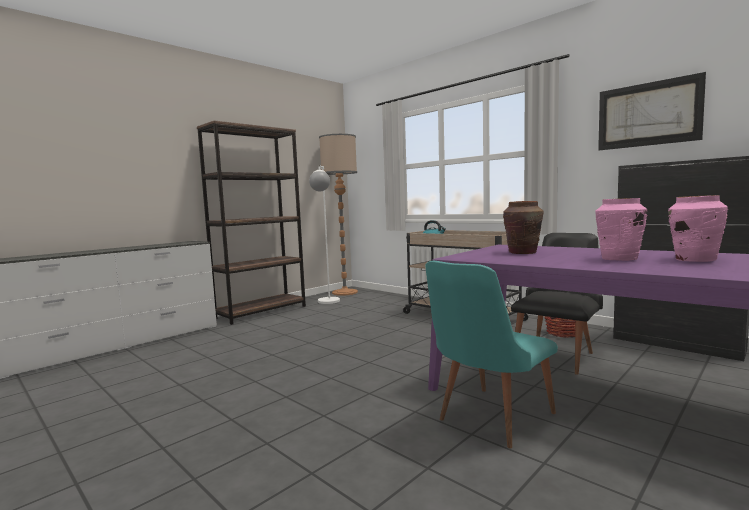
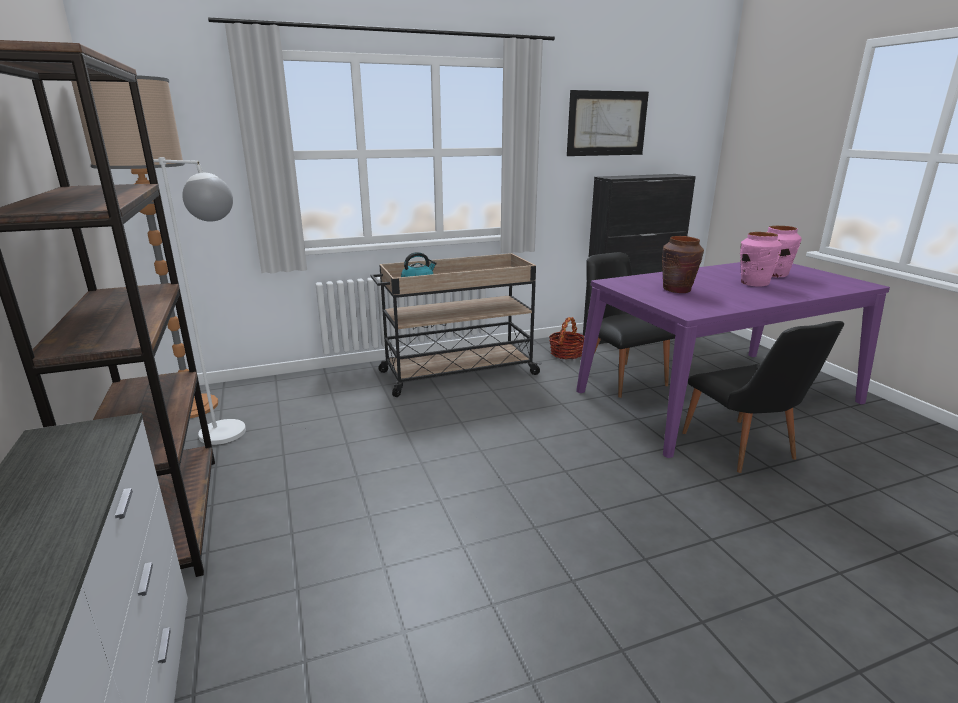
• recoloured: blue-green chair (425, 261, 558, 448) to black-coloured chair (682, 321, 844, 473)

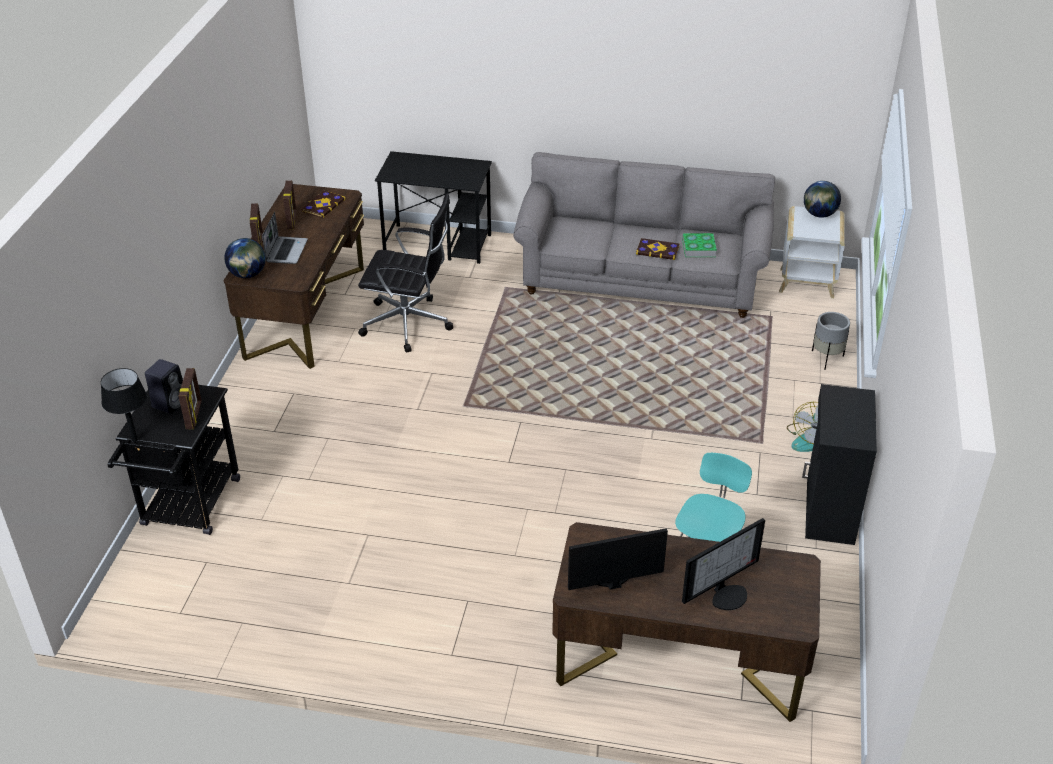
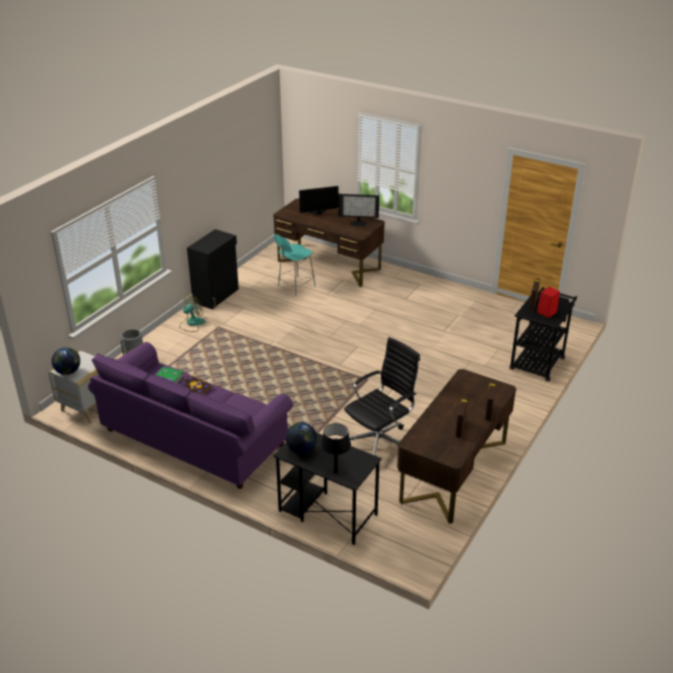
• moved: black-coloured table lamp (101, 368, 147, 442) to (321, 423, 351, 474)
• recoloured: black-coloured speaker (145, 359, 183, 414) to red speaker (537, 287, 560, 318)
• moved: world globe (224, 238, 266, 278) to (285, 422, 317, 454)
• removed: portable computer (262, 212, 308, 264)
• removed: book (302, 191, 346, 218)
• turned: black-coloured computer chair (358, 193, 453, 352) = (344, 337, 420, 455) 105 degrees clockwise
• recoloured: grey sofa (513, 152, 775, 318) to purple sofa (88, 342, 293, 489)

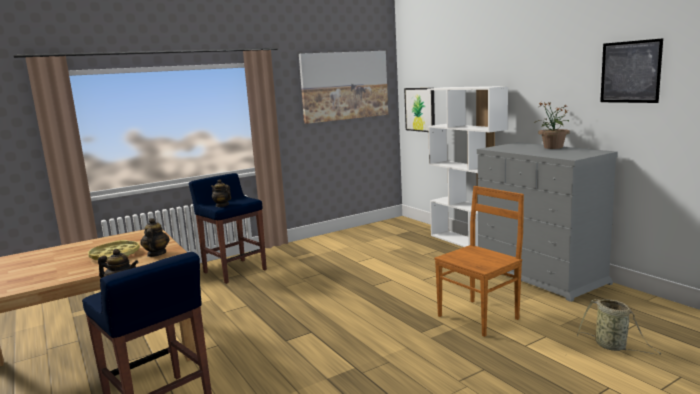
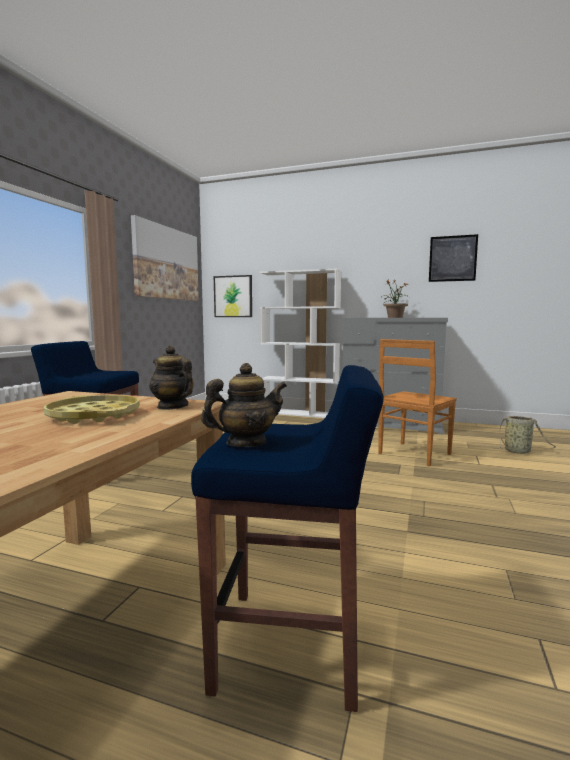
• removed: pot for tea (211, 179, 231, 207)
• turned: brown chair (434, 186, 524, 337) = (378, 339, 457, 466) 150 degrees counterclockwise

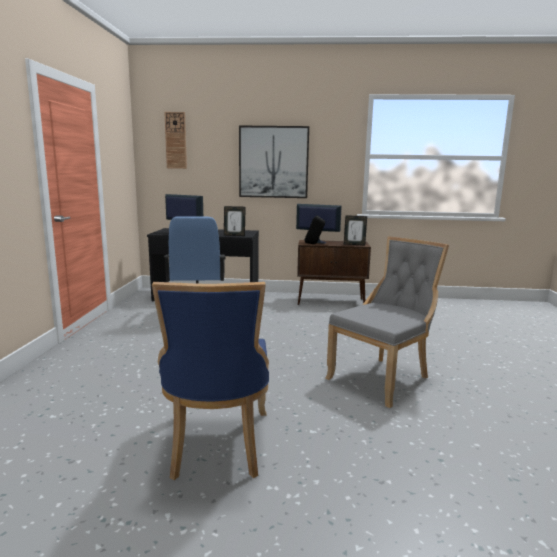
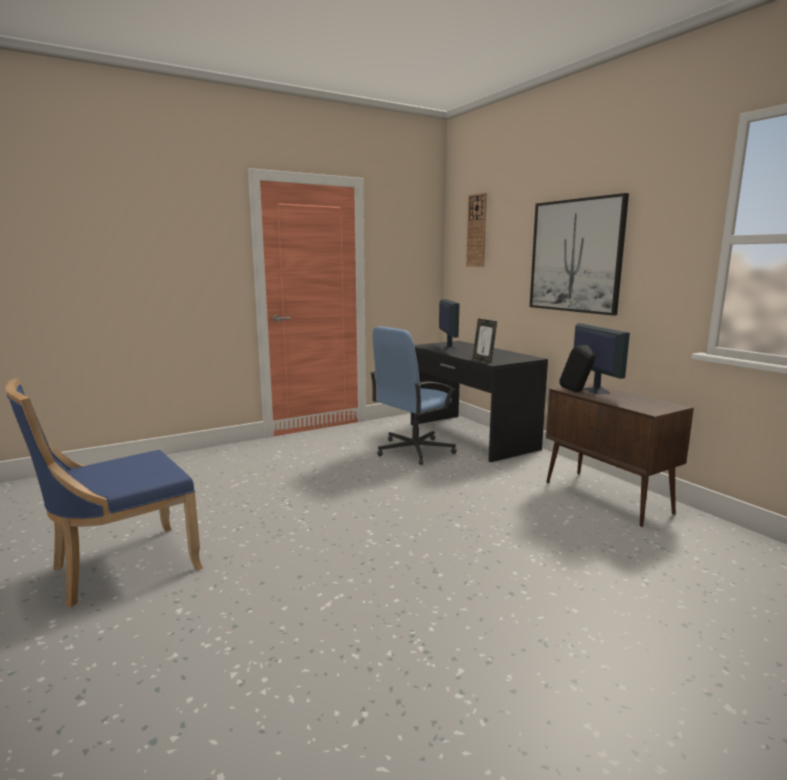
• removed: grey chair (325, 236, 449, 408)
• removed: standing frame (344, 215, 367, 246)

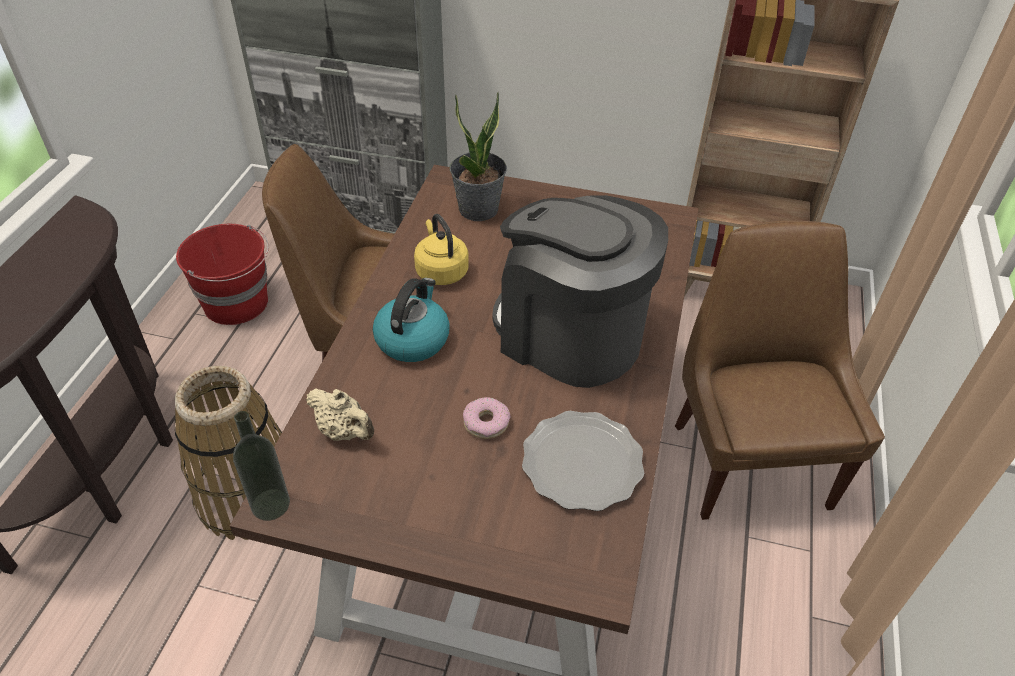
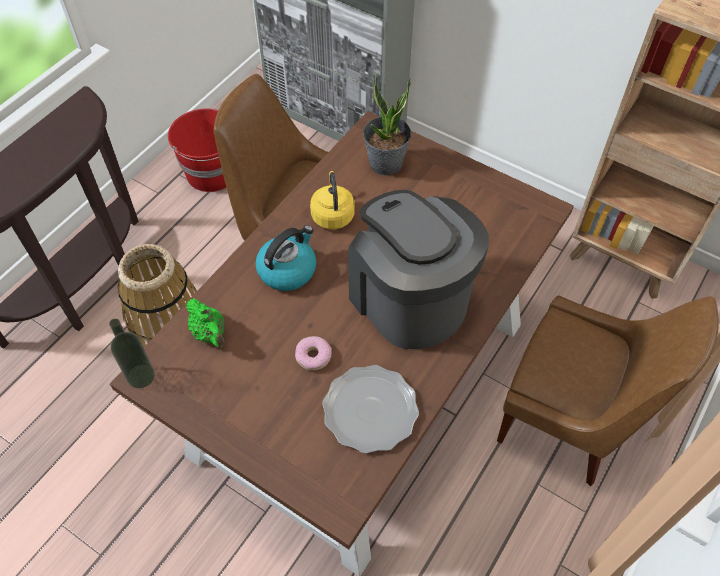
• recoloured: beige-coloured pot for tea (306, 388, 374, 441) to green-coloured pot for tea (186, 298, 225, 348)
• turned: brown chair (675, 221, 885, 520) = (497, 296, 719, 486) 105 degrees clockwise

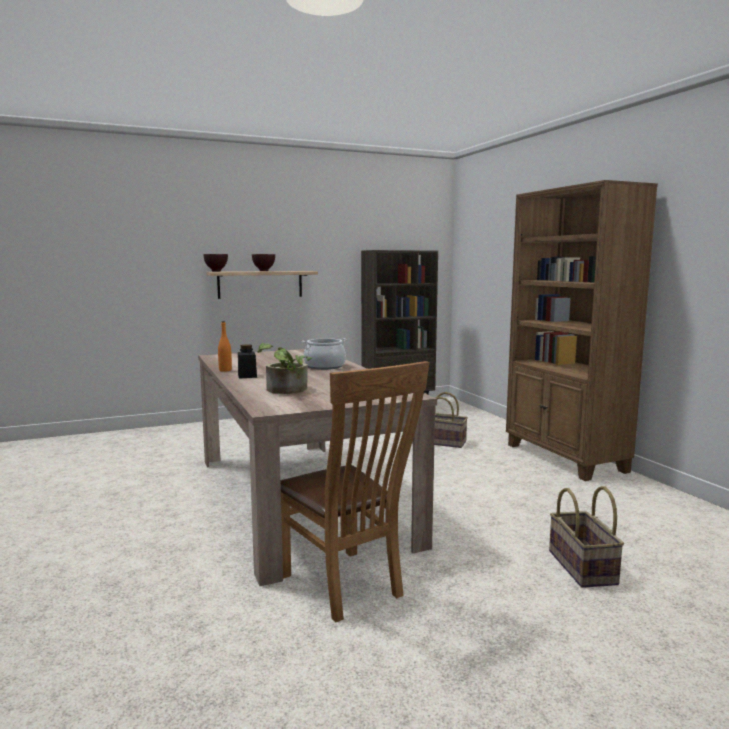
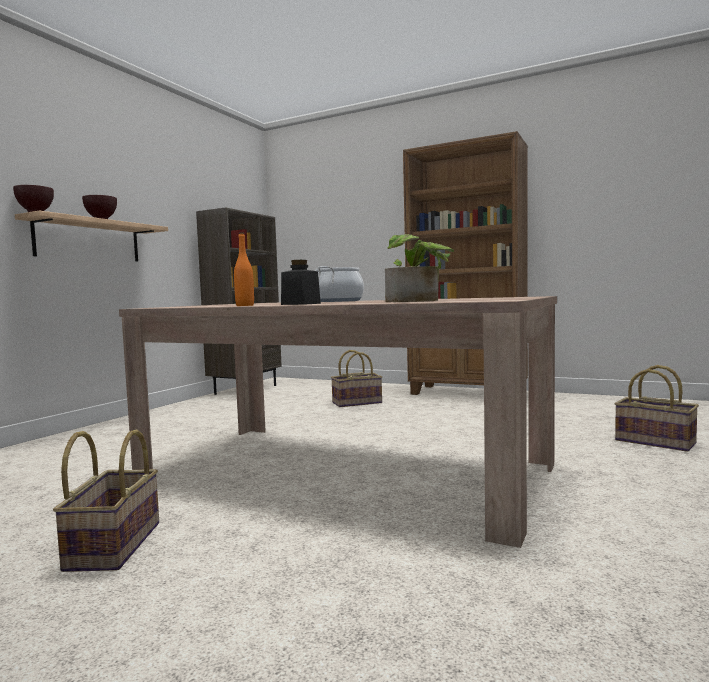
• removed: brown chair (281, 361, 429, 622)
• added: storage basket (53, 429, 159, 572)

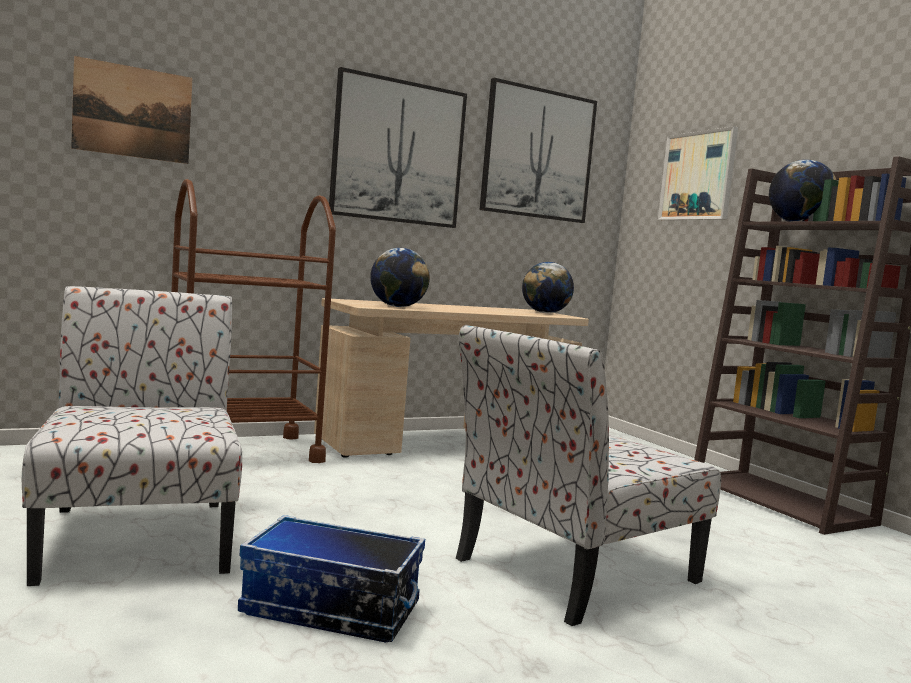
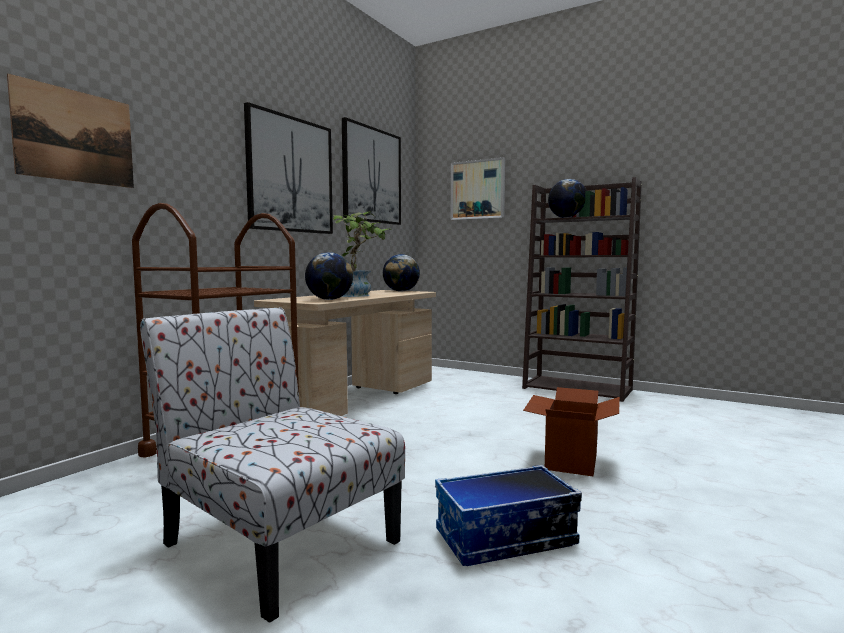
• replaced: chair (456, 325, 721, 626) to packing box (523, 387, 620, 476)
• added: houseplant (333, 211, 388, 297)

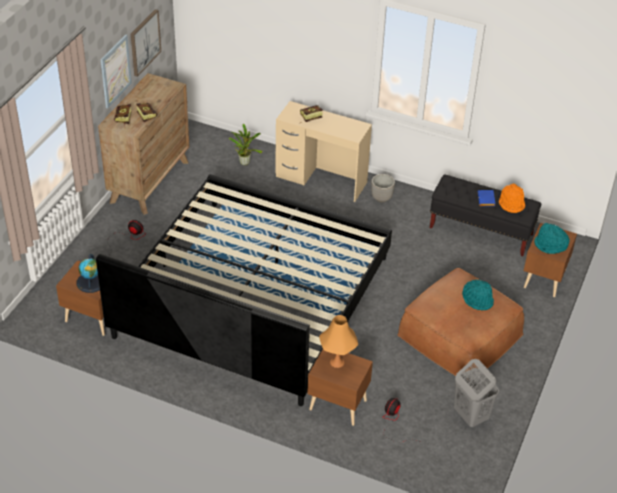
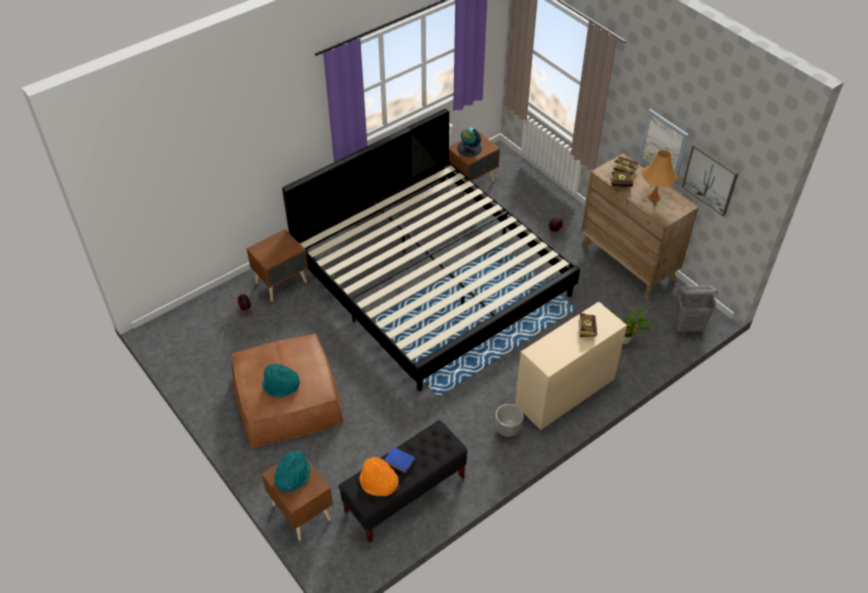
• moved: orange-coloured table lamp (319, 315, 358, 368) to (641, 150, 678, 202)
• moved: grey laundry basket (454, 359, 499, 427) to (673, 285, 718, 332)

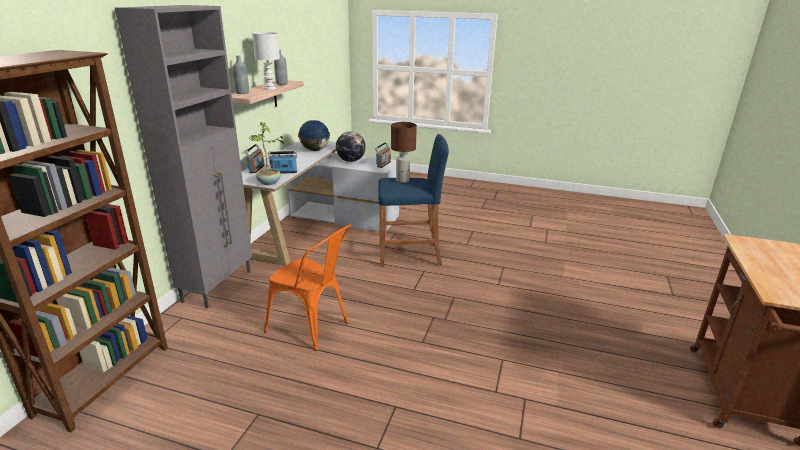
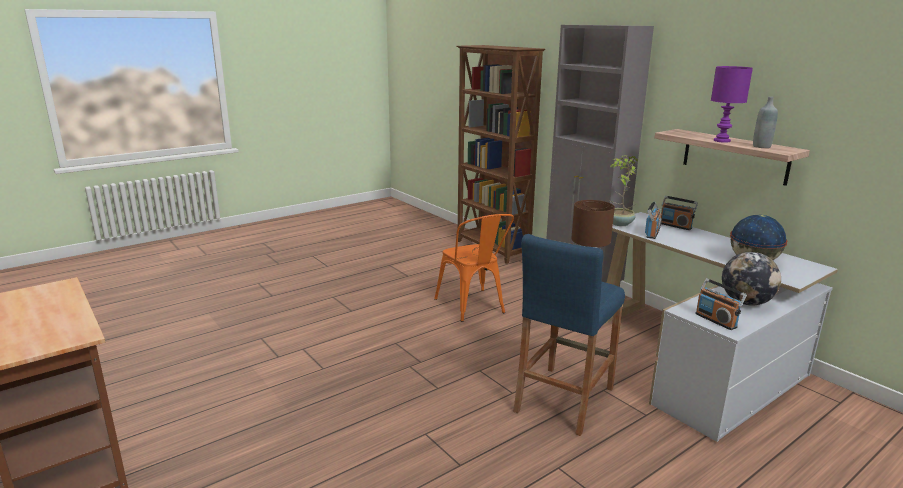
• removed: grey beverage bottle (233, 55, 249, 94)
• recoloured: whitish table lamp (252, 32, 280, 90) to purple table lamp (711, 66, 753, 143)
• turned: orange-coloured chair (264, 225, 351, 351) = (434, 214, 514, 322) 90 degrees counterclockwise

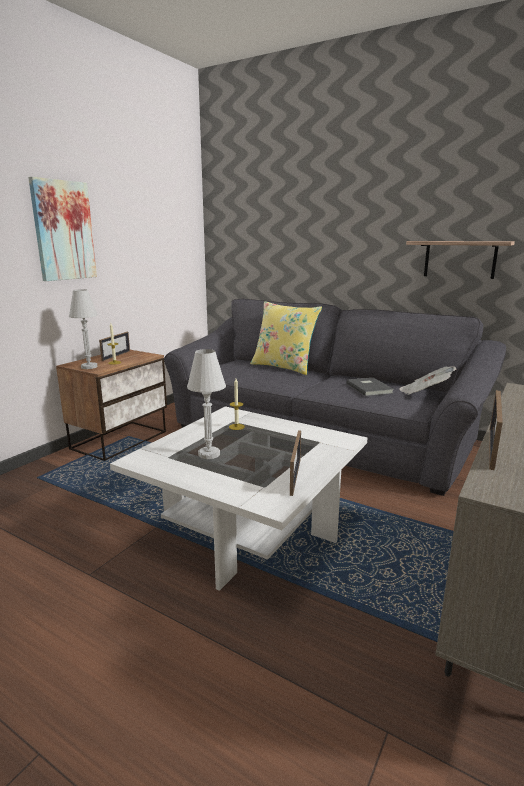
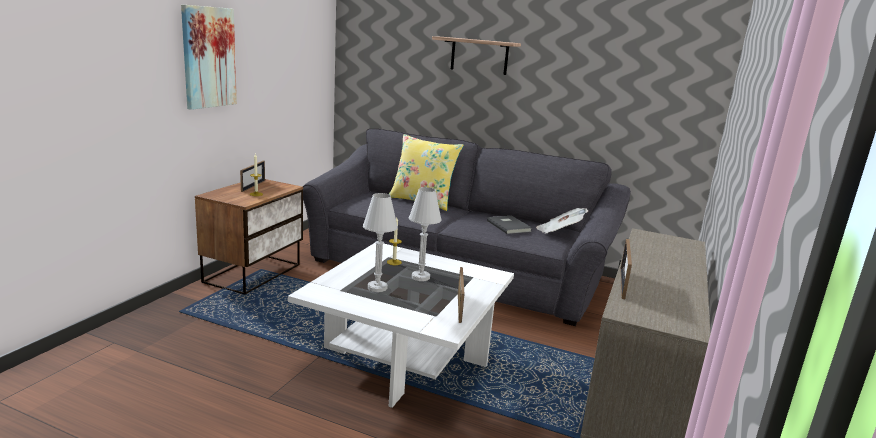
• moved: whitish table lamp (69, 289, 98, 369) to (409, 187, 441, 281)
• moved: wall shelf (406, 241, 515, 279) to (432, 36, 521, 75)

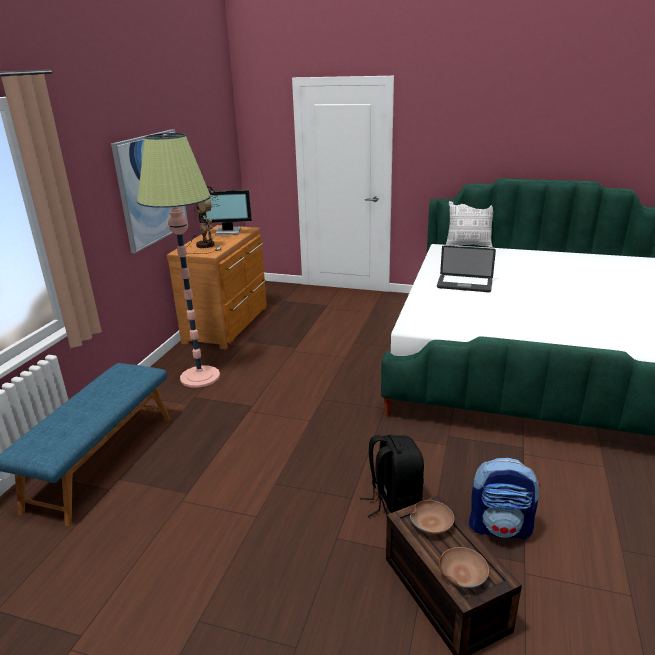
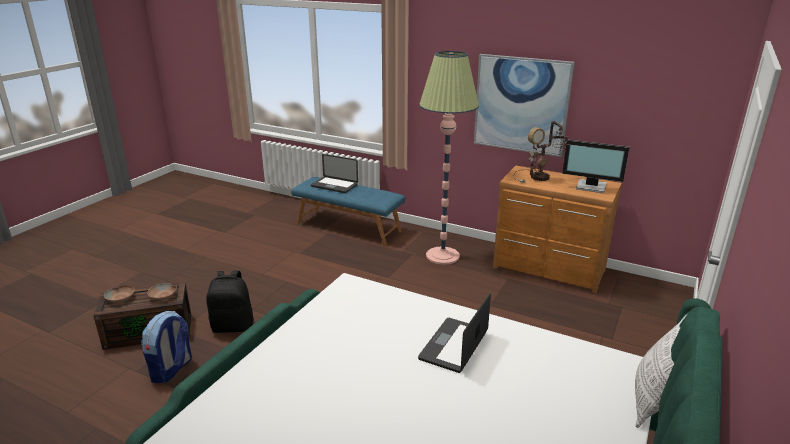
• turned: computer display (199, 189, 252, 235) = (562, 139, 630, 193) 75 degrees counterclockwise
• added: portable computer (311, 154, 358, 193)

